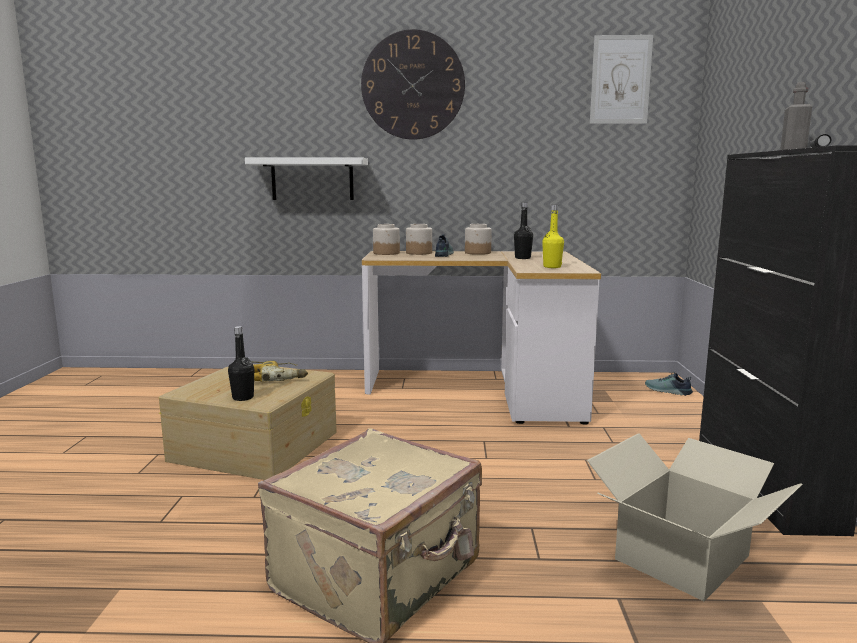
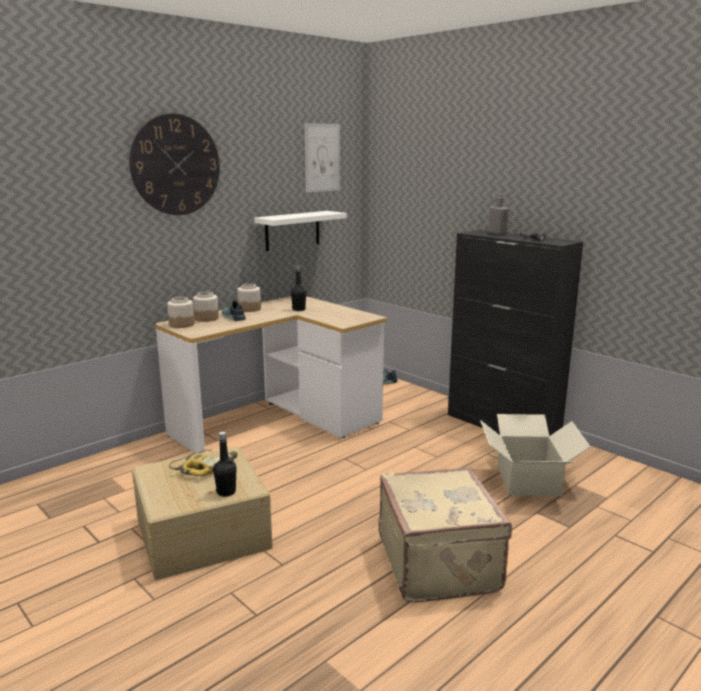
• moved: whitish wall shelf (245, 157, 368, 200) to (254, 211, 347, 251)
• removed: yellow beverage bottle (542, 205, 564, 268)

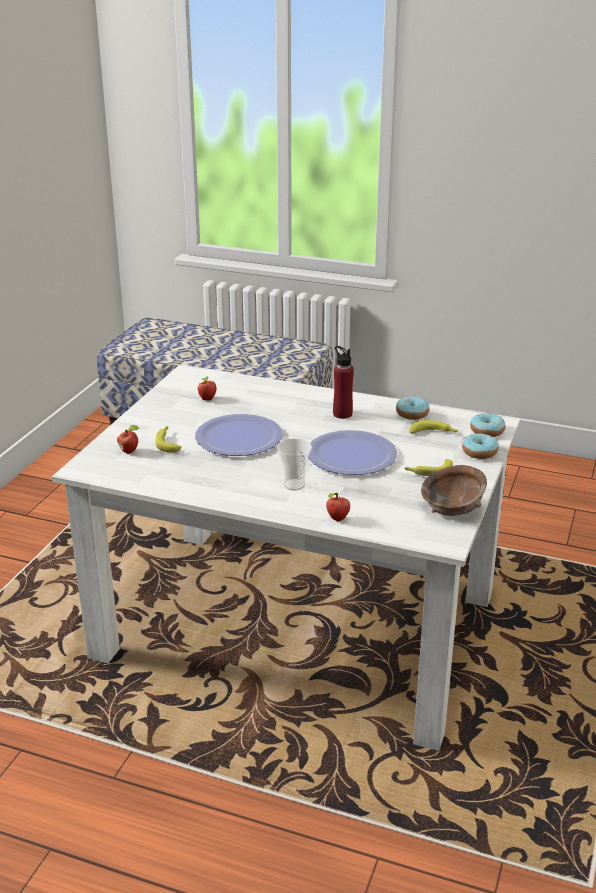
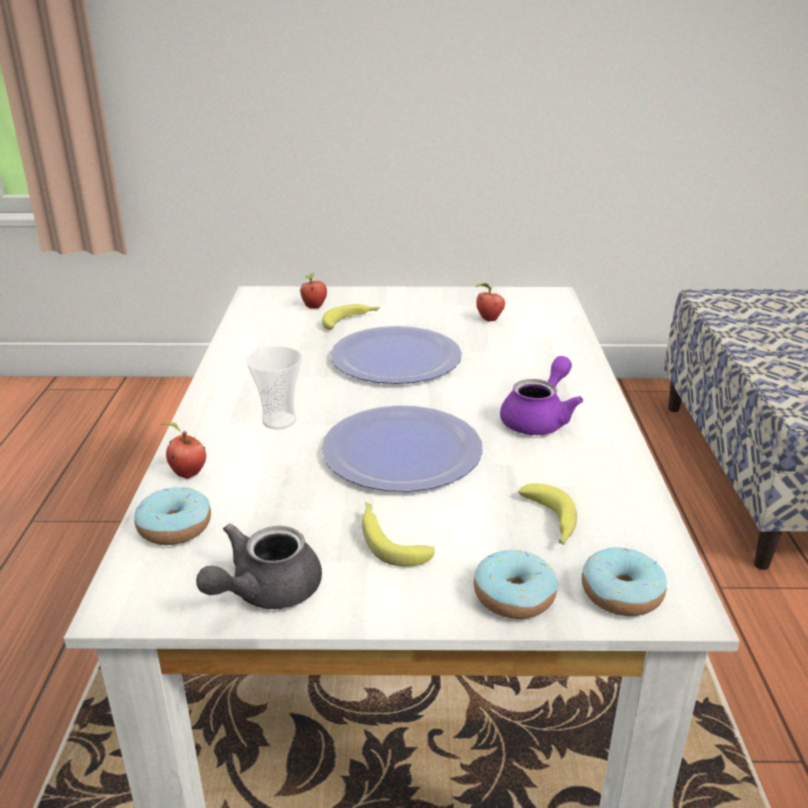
• replaced: red beverage bottle (333, 346, 354, 419) to purple pot for tea (500, 356, 583, 435)
• moved: donut (396, 397, 429, 420) to (134, 487, 211, 545)
• replaced: brown deep dish (421, 465, 487, 516) to grey pot for tea (196, 523, 322, 609)

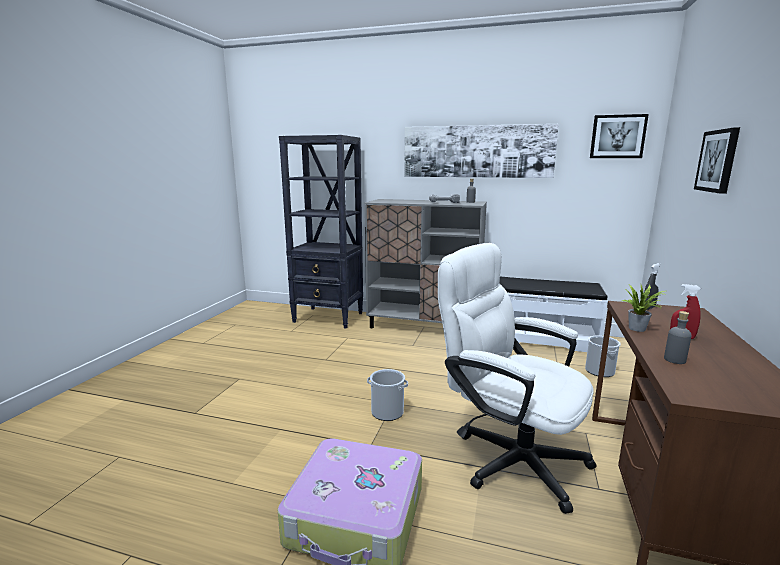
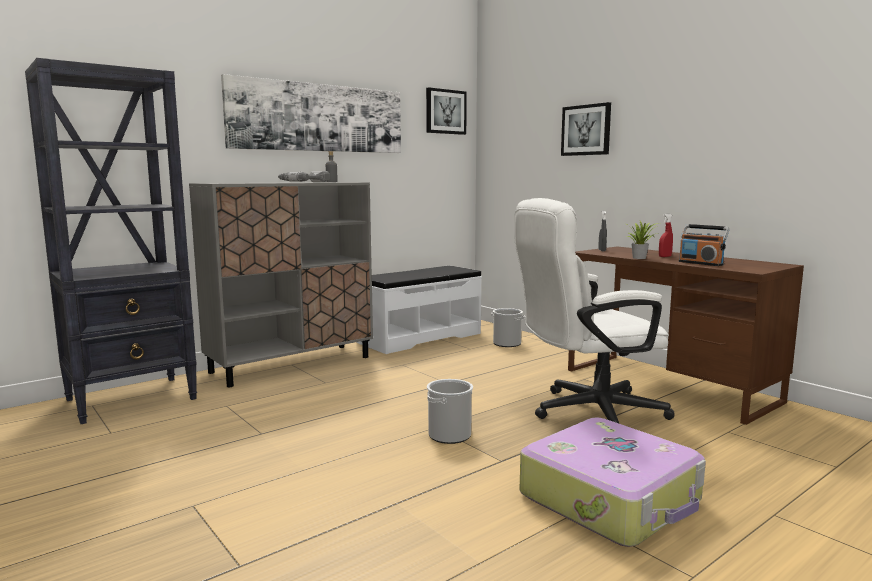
• replaced: grey beverage bottle (664, 311, 692, 364) to radio set (679, 224, 730, 266)

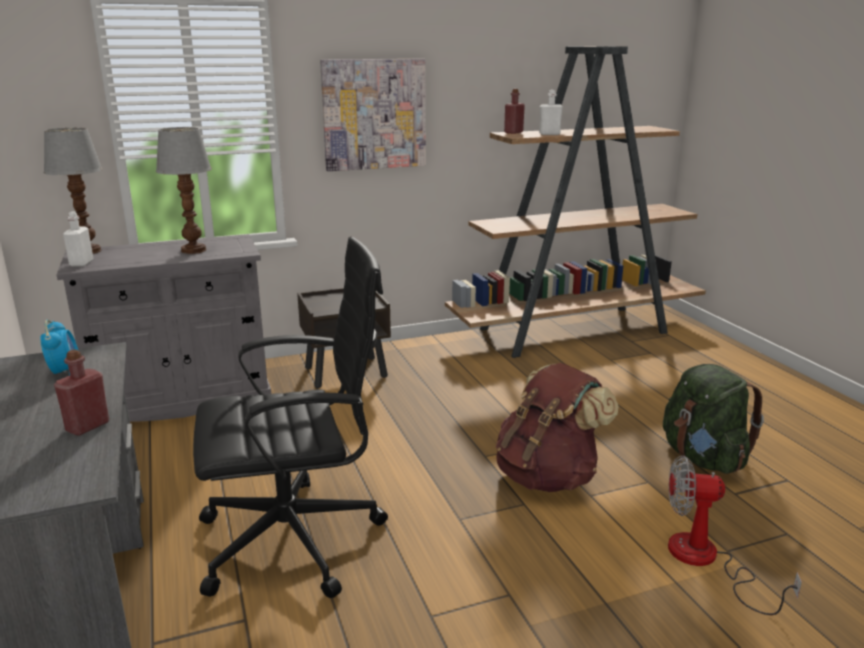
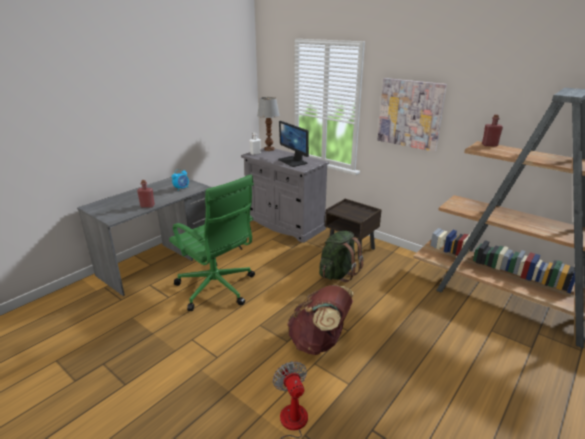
• replaced: table lamp (156, 127, 212, 254) to computer display (278, 121, 309, 167)
• recoloured: black-coloured computer chair (193, 237, 388, 598) to green-coloured computer chair (169, 175, 255, 311)
• removed: whitish beverage bottle (539, 90, 563, 135)
• moved: green-coloured rucksack (663, 364, 764, 474) to (319, 231, 364, 282)

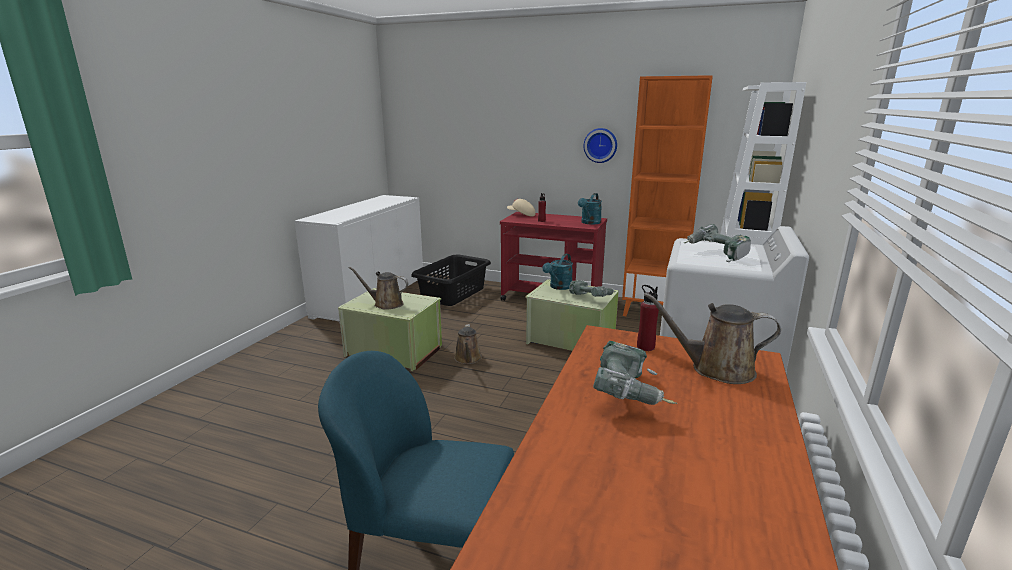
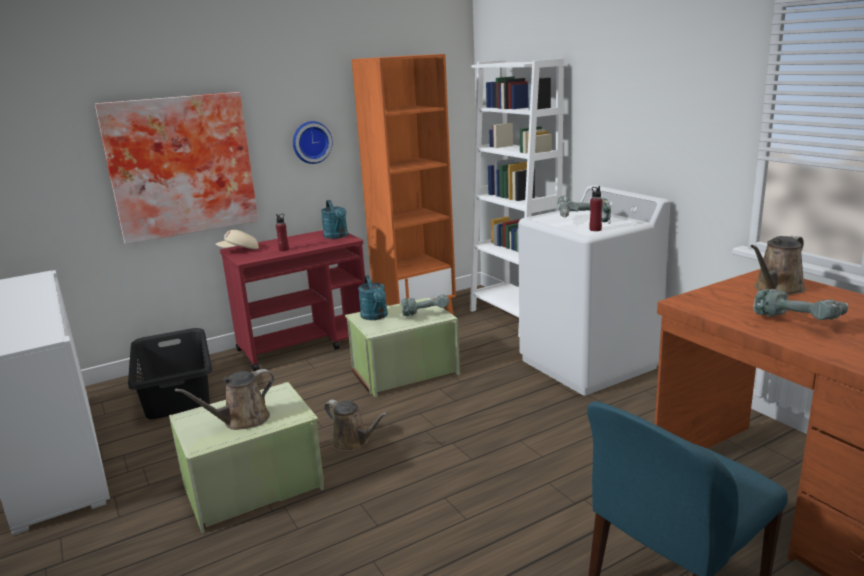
• moved: red beverage bottle (637, 285, 659, 351) to (589, 186, 603, 231)
• added: wall art (95, 92, 258, 244)

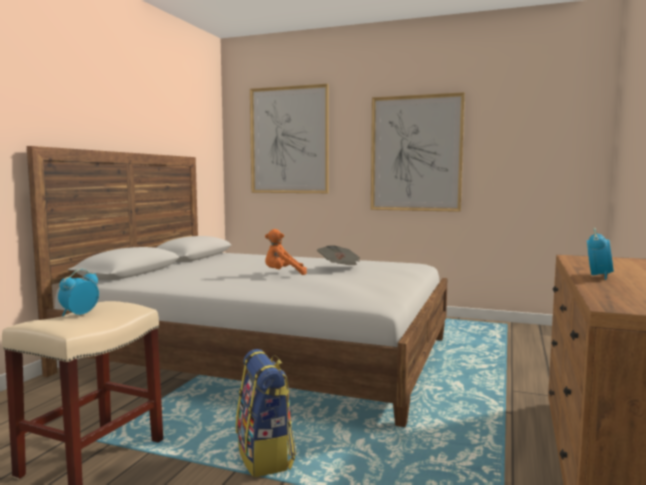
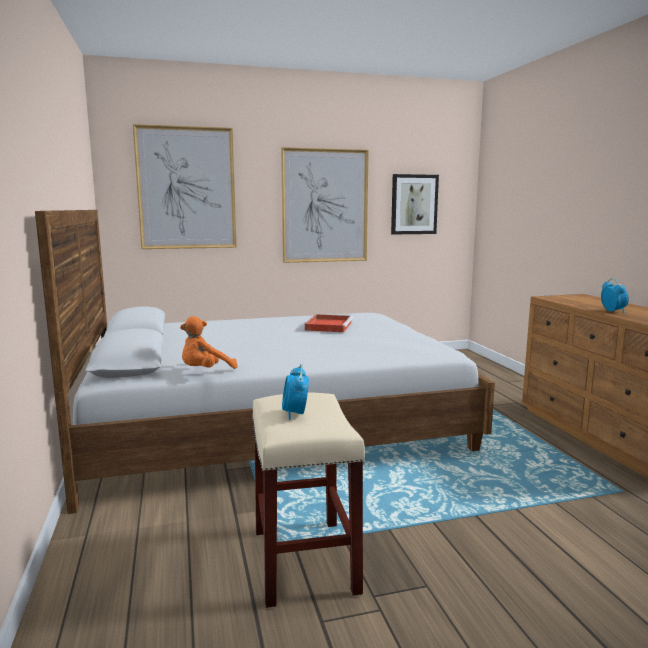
• removed: rucksack (236, 349, 296, 478)
• moved: orange-coloured soft toy (265, 229, 307, 275) to (180, 316, 237, 369)
• replaced: printed paper (317, 245, 360, 265) to red serving tray (305, 314, 353, 332)
• added: wall art (391, 174, 439, 235)

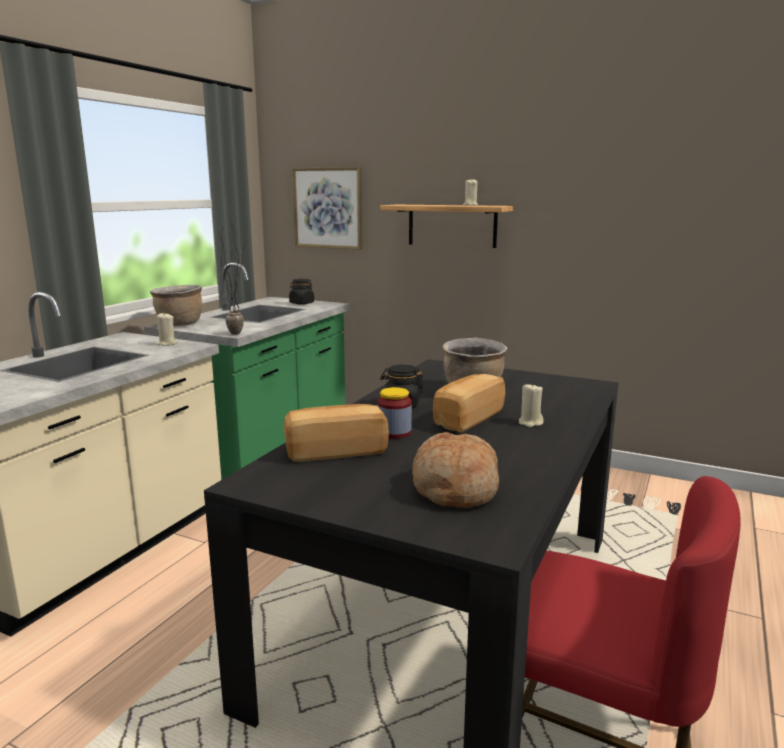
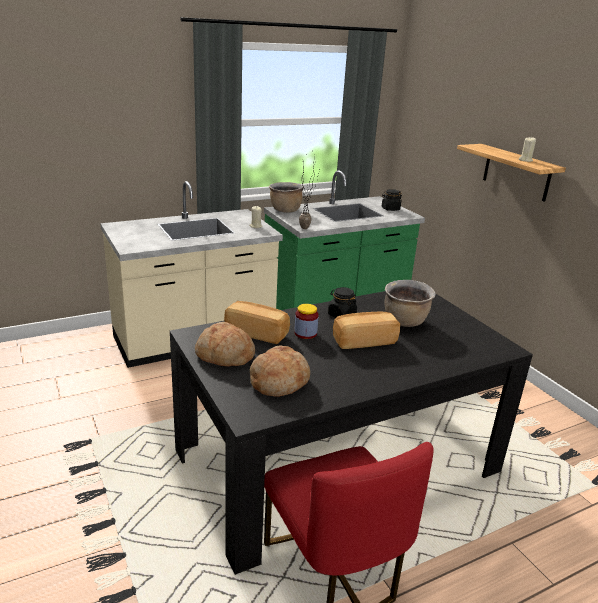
• removed: wall art (292, 167, 362, 250)
• removed: beige-coloured wax light (519, 384, 544, 427)
• added: bread (195, 322, 255, 367)

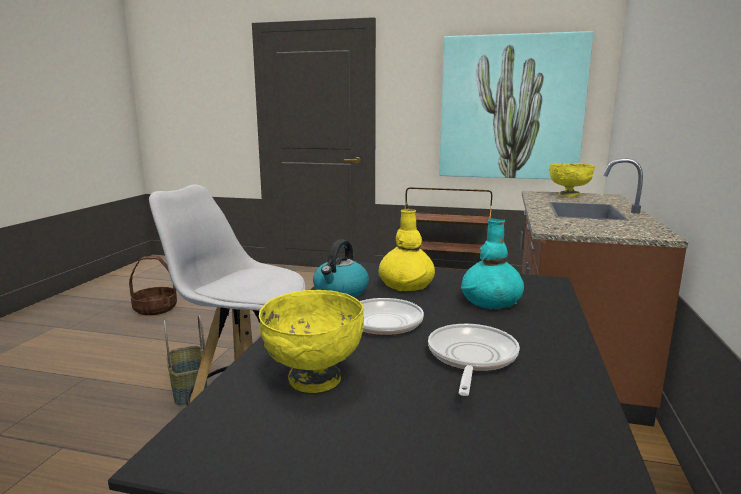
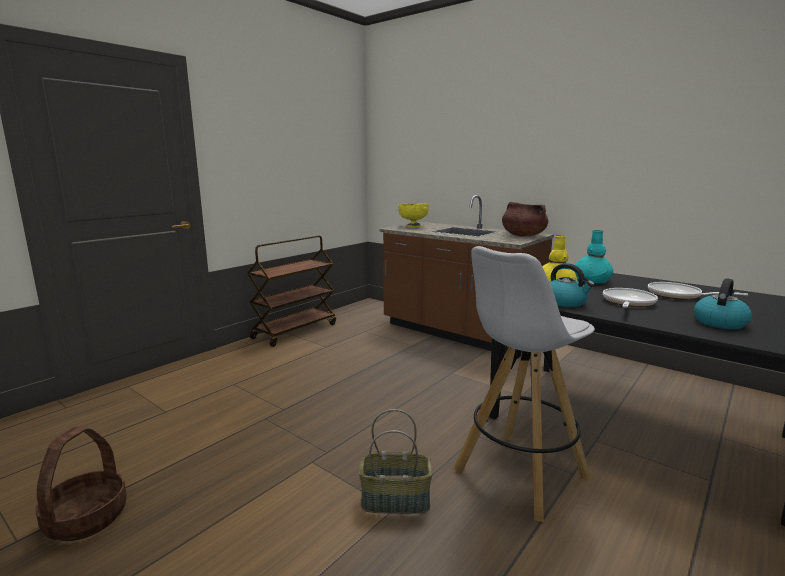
• replaced: yellow deep dish (259, 290, 364, 393) to kettle (694, 278, 752, 329)
• removed: wall art (439, 31, 593, 179)
• added: brown saucepot (502, 202, 548, 236)

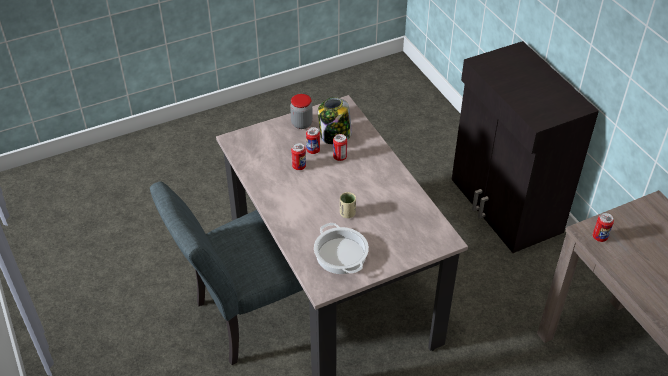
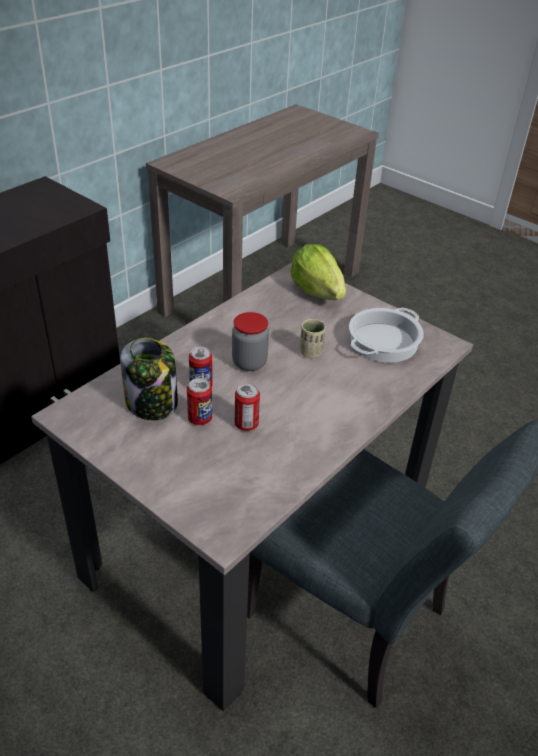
• moved: storage jar (290, 94, 313, 129) to (232, 312, 269, 371)
• removed: can (592, 213, 614, 242)
• added: lettuce head (291, 244, 346, 300)

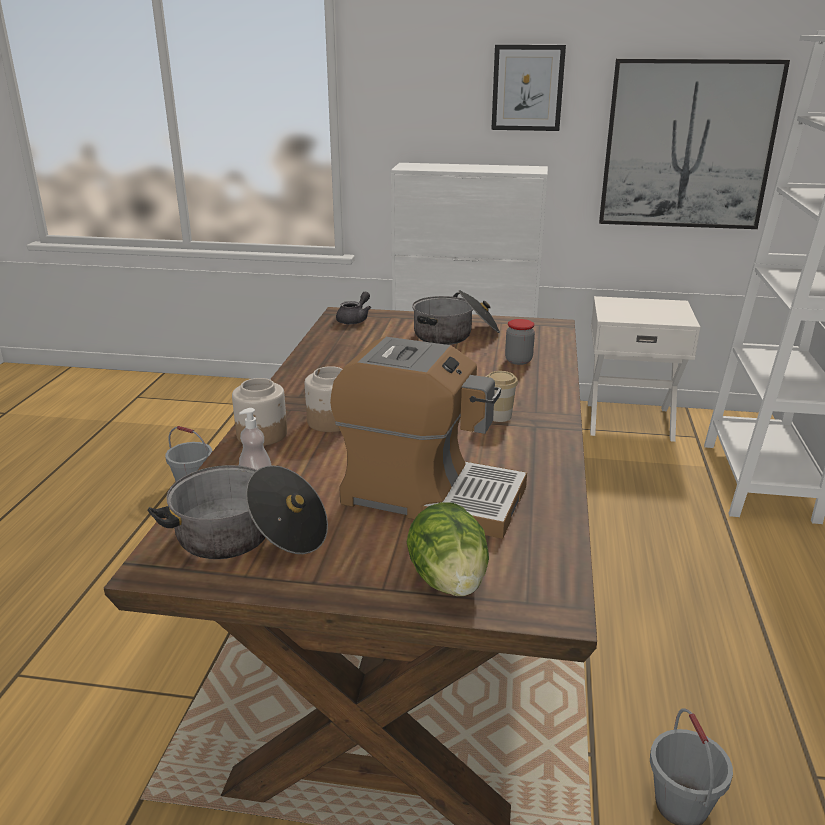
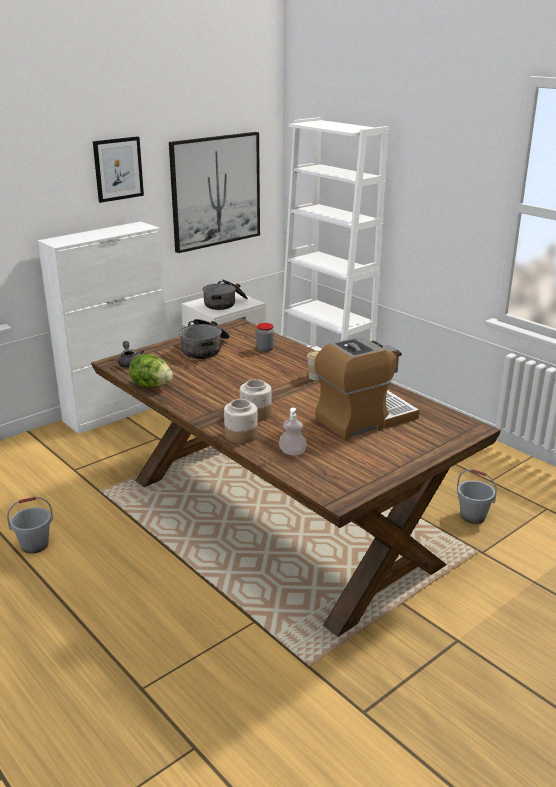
• moved: saucepot (148, 465, 328, 559) to (202, 280, 248, 310)
• moved: lettuce head (407, 502, 489, 596) to (129, 354, 173, 388)

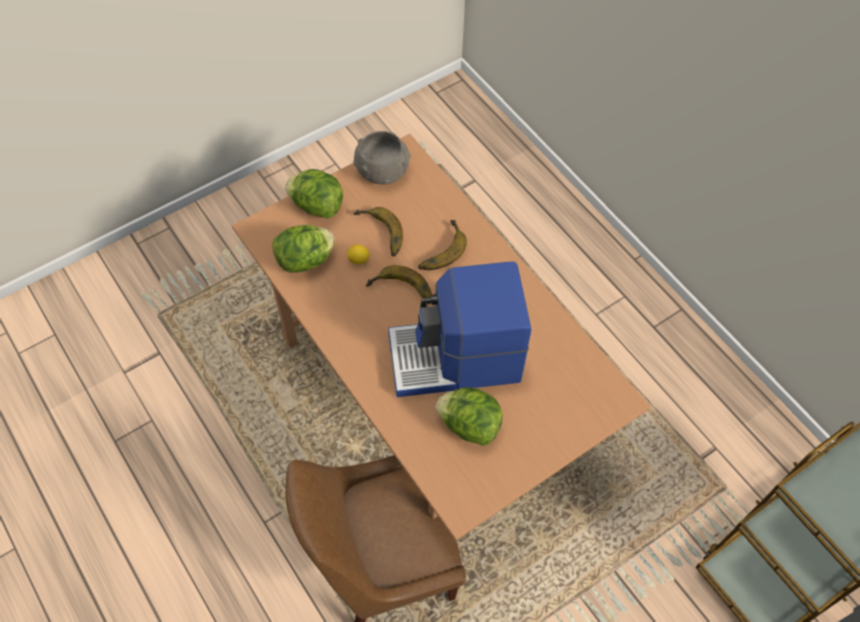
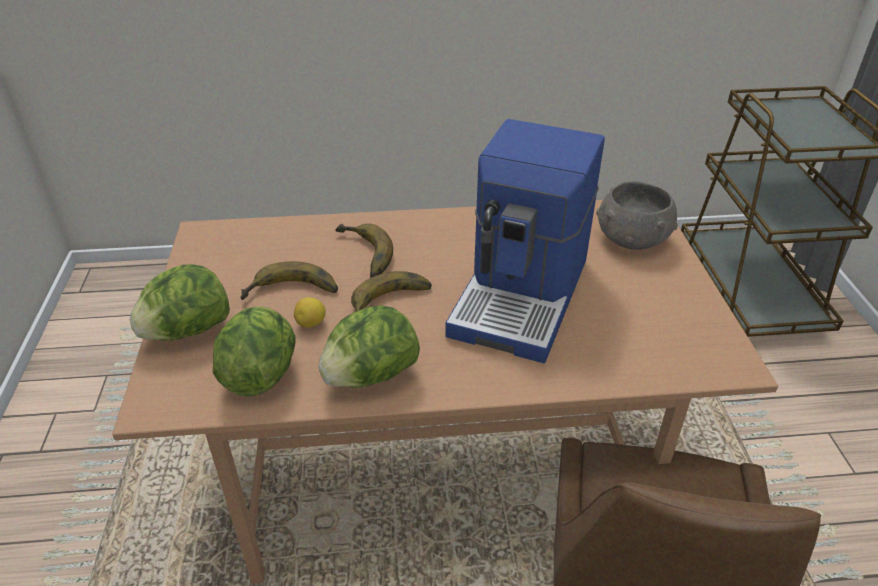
• moved: grey deep dish (353, 131, 411, 184) to (596, 181, 678, 250)
• moved: lettuce head (435, 387, 503, 446) to (319, 306, 420, 388)

